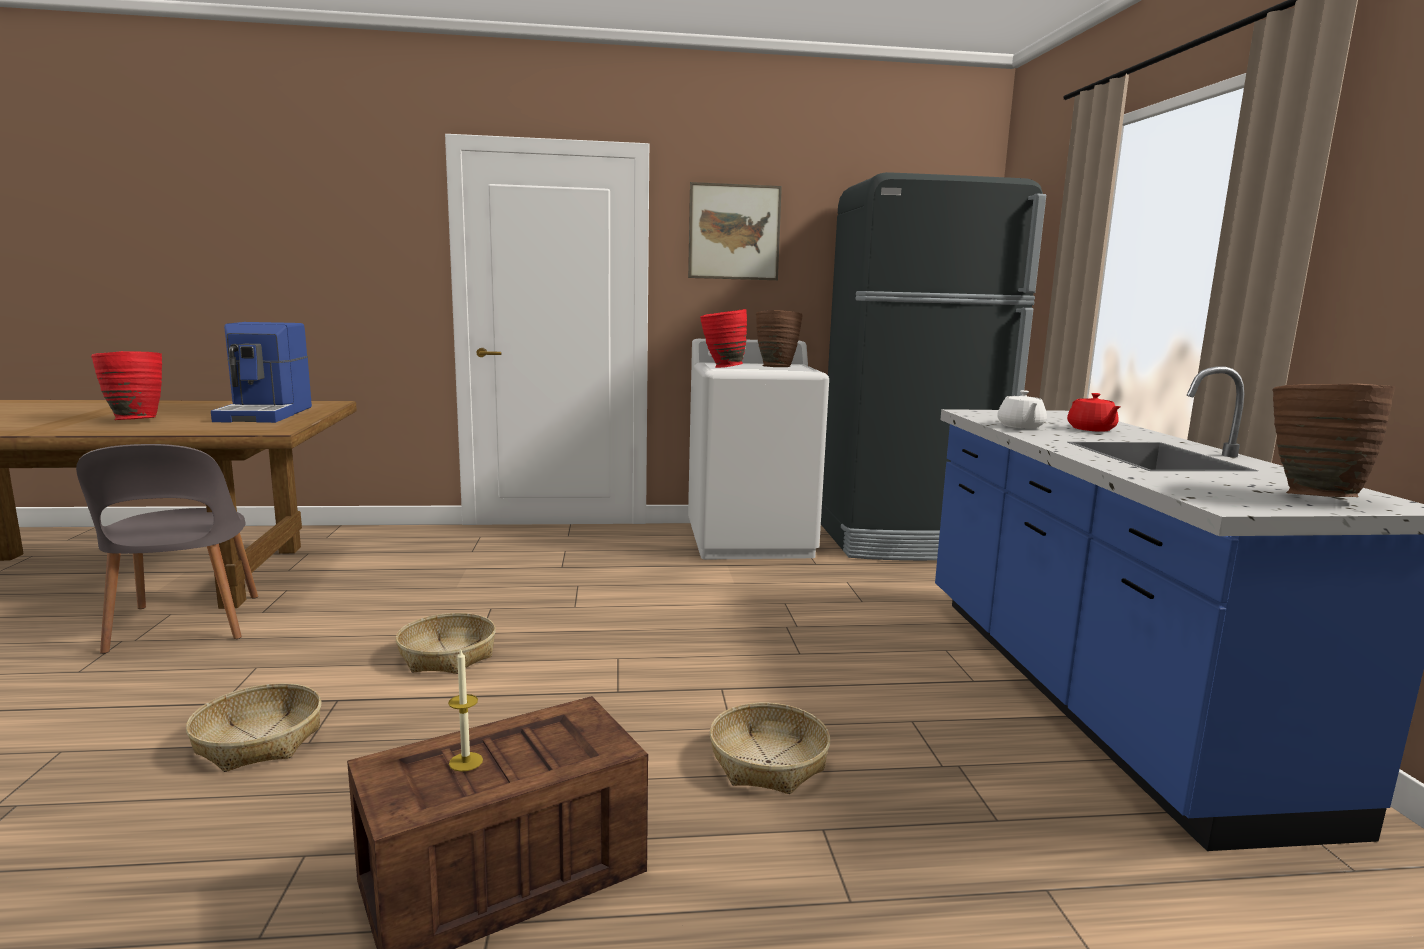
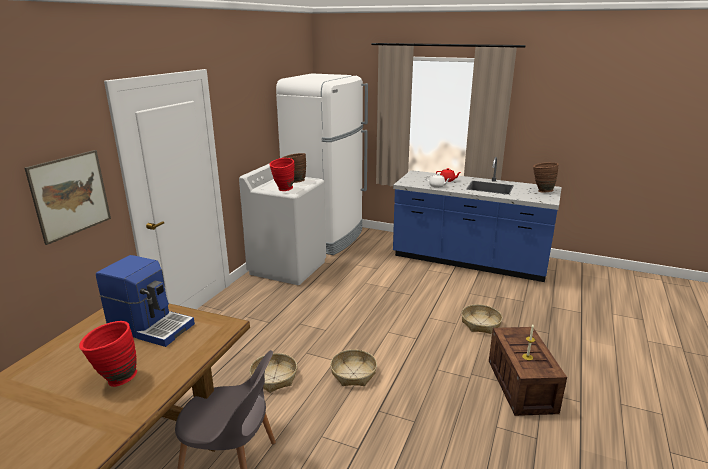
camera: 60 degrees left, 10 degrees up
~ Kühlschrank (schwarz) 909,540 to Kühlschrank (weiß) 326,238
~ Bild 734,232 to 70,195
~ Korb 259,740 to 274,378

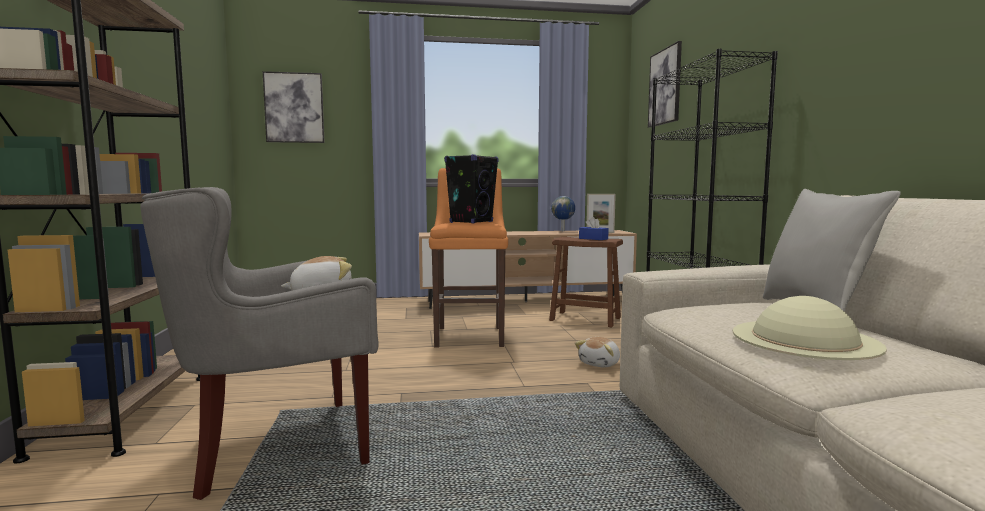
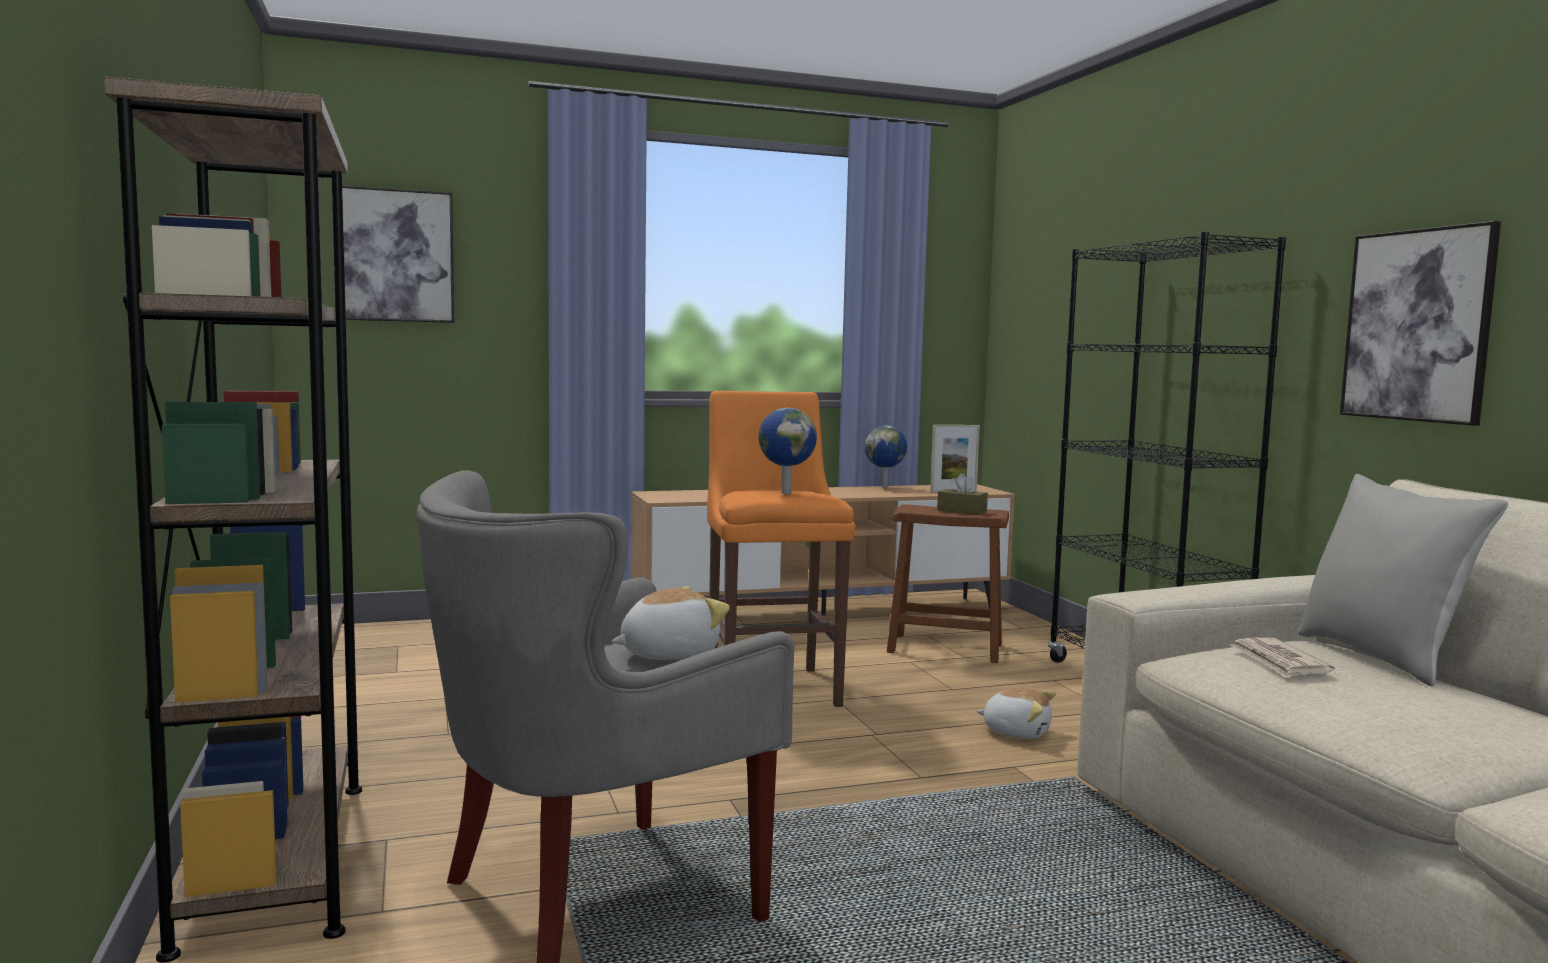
camera: 10 degrees left, 0 degrees up
~ Bild 665,87 to 1417,325
~ Lautsprecher (schwarz) 471,222 to Globus 785,493
~ Taschentuchbox (blau) 593,239 to Taschentuchbox (braun) 961,511
- Hut (beige) 804,339
~ Plüschtier 600,364 = 1016,732 90 degrees counterclockwise
+ Zeitung 1279,662

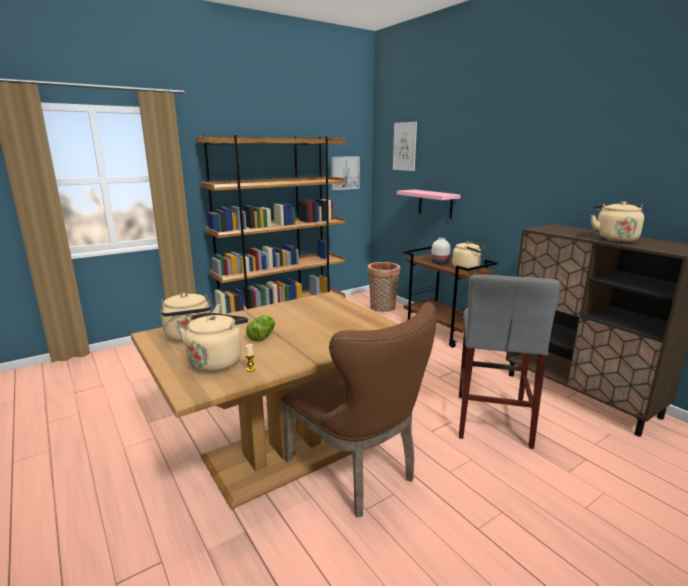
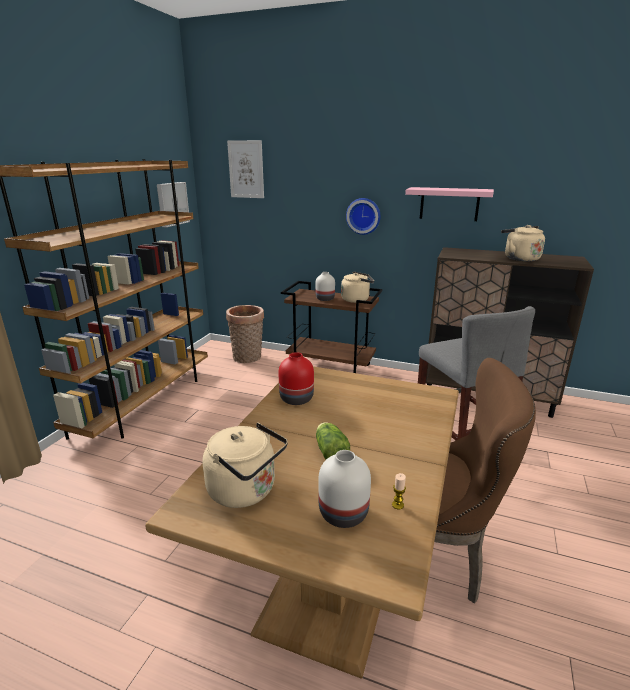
camera: 35 degrees left, 5 degrees up
~ Wandregal (rosa) 435,204 to 449,204
~ Wasserkessel (beige) 217,361 to Vase (weiß) 344,512
+ Wanduhr 363,216
+ Vase (rot) 296,398

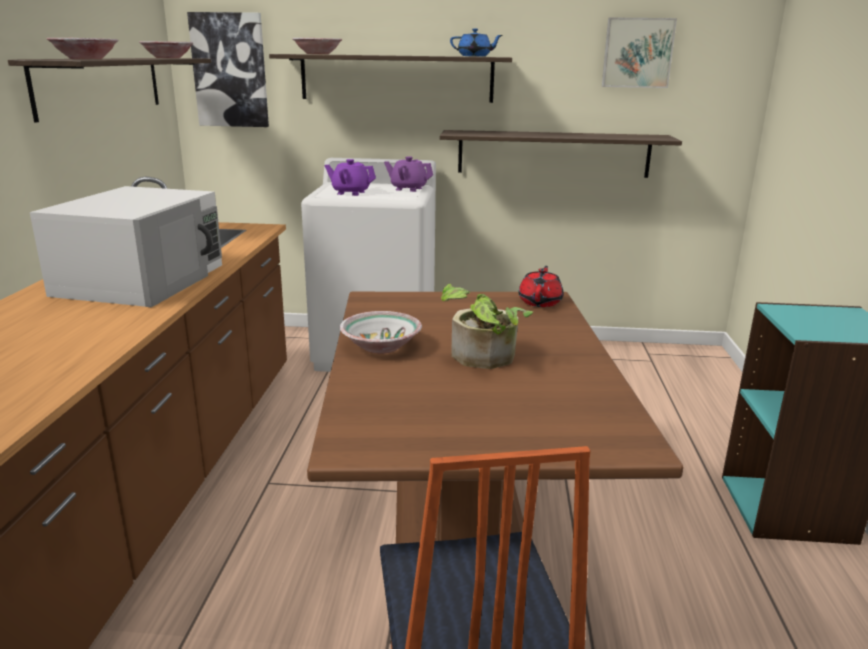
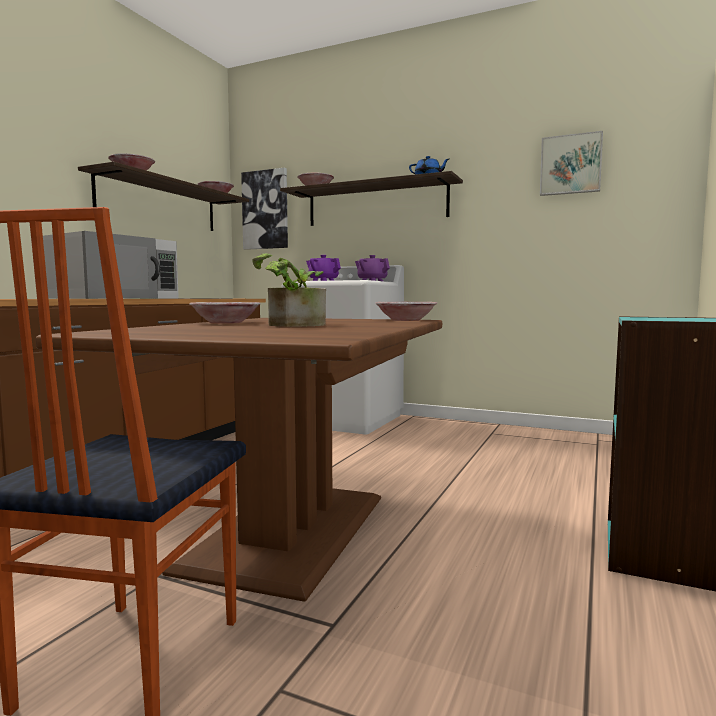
camera: 20 degrees right, 15 degrees down
- Wandregal 553,153
~ Teekanne (rot) 540,302 to Schüssel 405,320

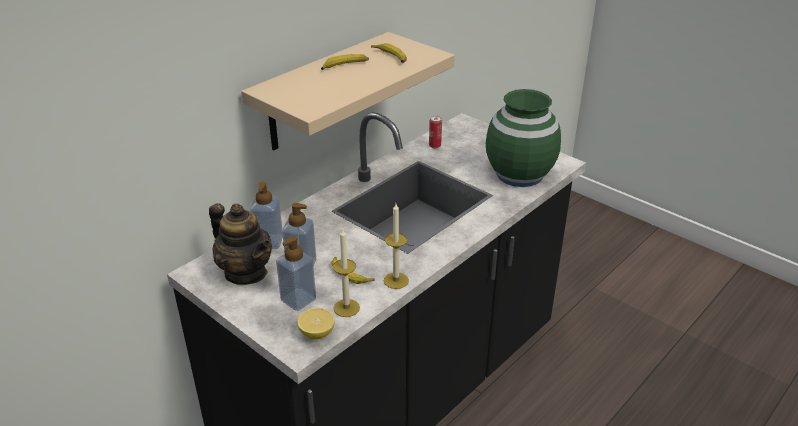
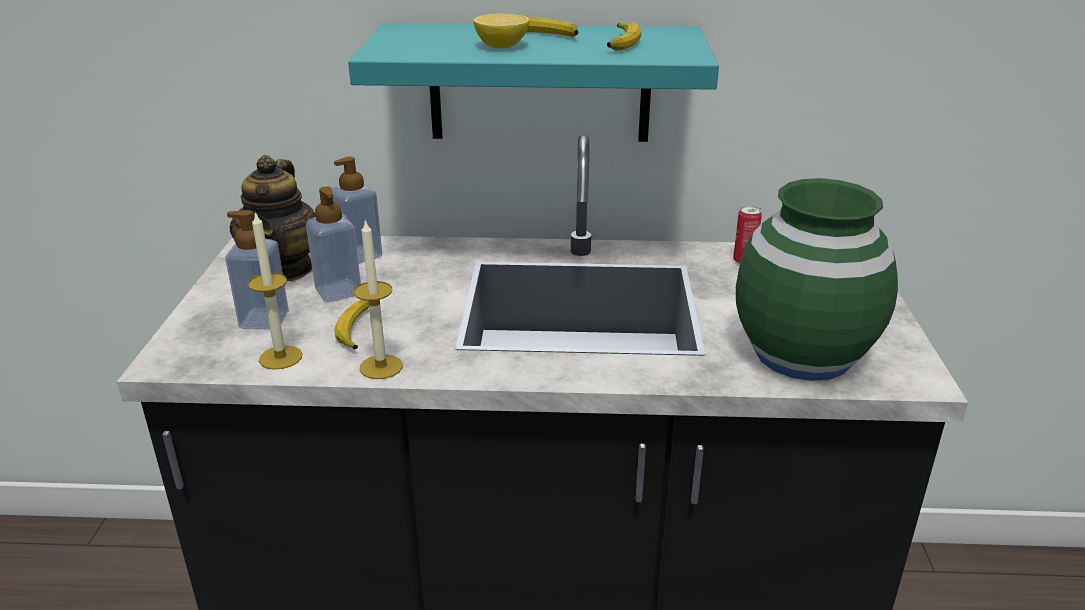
camera: 50 degrees right, 5 degrees down
~ Wandregal (beige) 322,92 to Wandregal (türkis) 539,83
~ Zitrone 317,333 to 501,46

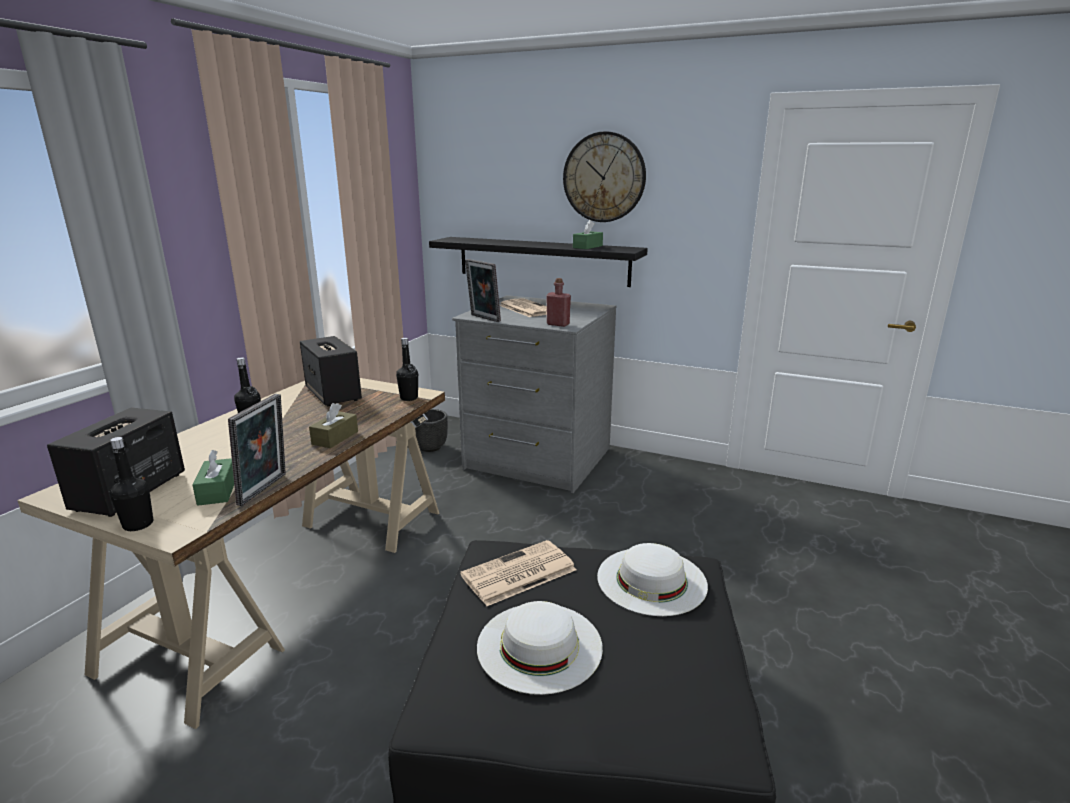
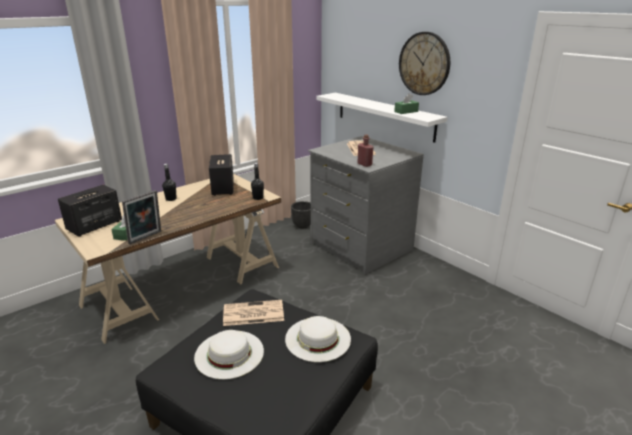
camera: 25 degrees right, 5 degrees up
~ Wandregal (schwarz) 542,261 to Wandregal (weiß) 384,116
- Bilderrahmen 483,318
- Taschentuchbox (braun) 335,438
- Flasche (schwarz) 138,524

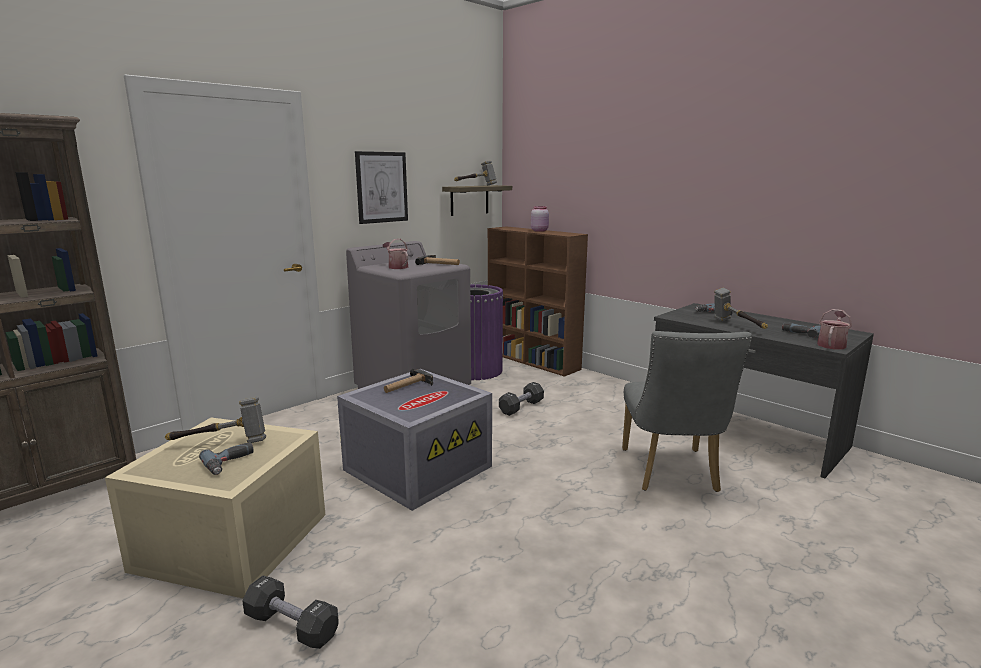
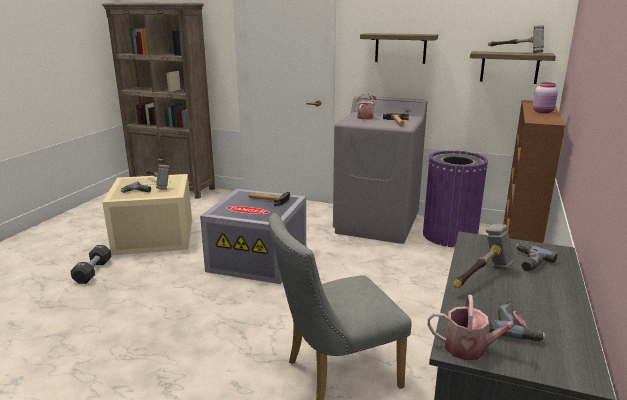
camera: 65 degrees right, 5 degrees up
~ Bild 381,187 to Wandregal 400,48
- Hantel (schwarz) 521,407

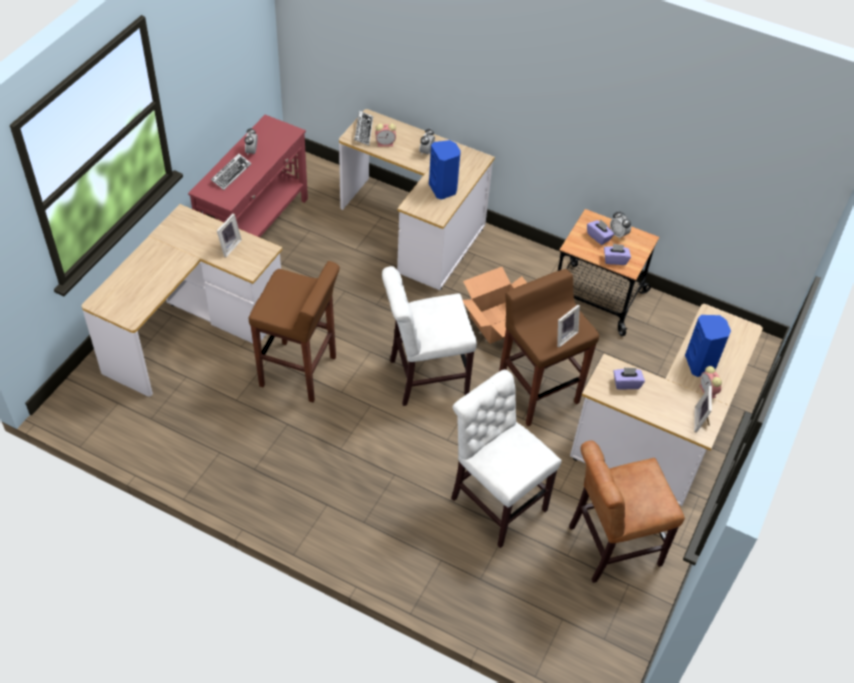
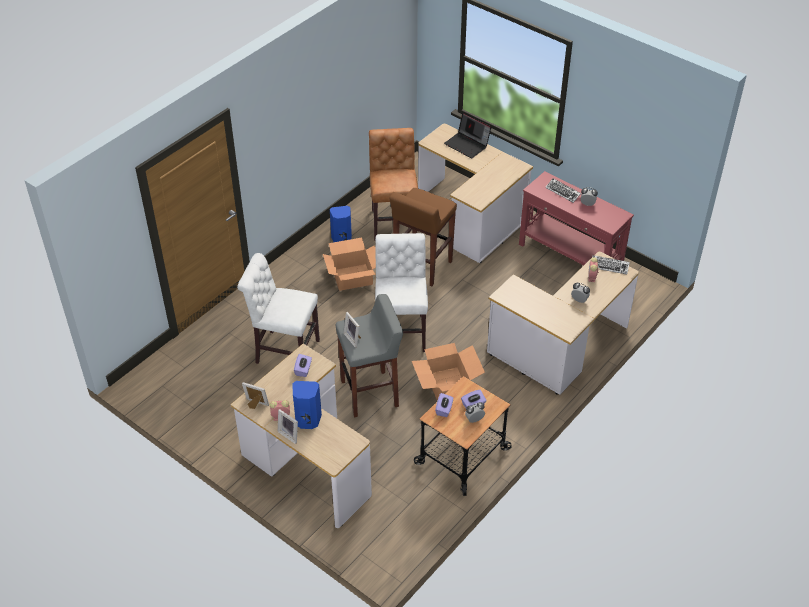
camera: 105 degrees right, 5 degrees down
~ Lautsprecher (blau) 443,189 to 342,240
~ Bilderrahmen 228,246 to 290,434
~ Hocker (braun) 537,393 to Hocker (grau) 370,394
~ Stuhl (weiß) 495,501 = 284,351 135 degrees counterclockwise
~ Stuhl (braun) 609,546 to 393,221
+ Laptop 467,145
+ Karton 352,277

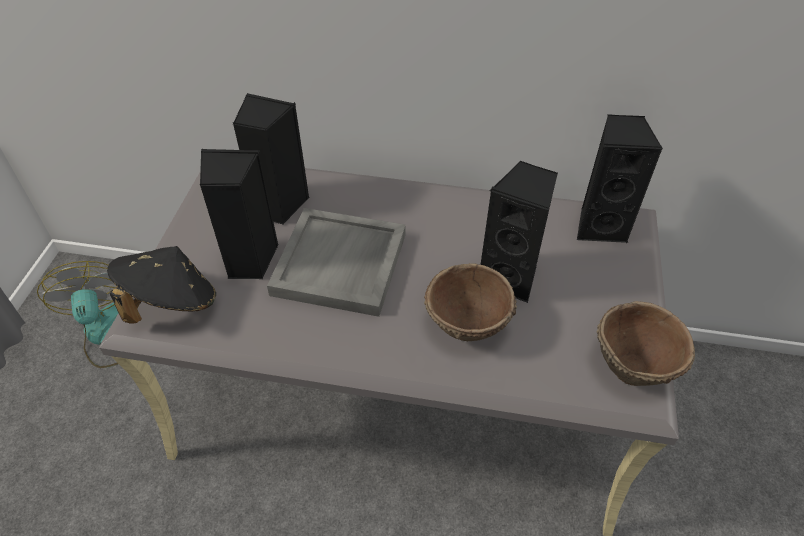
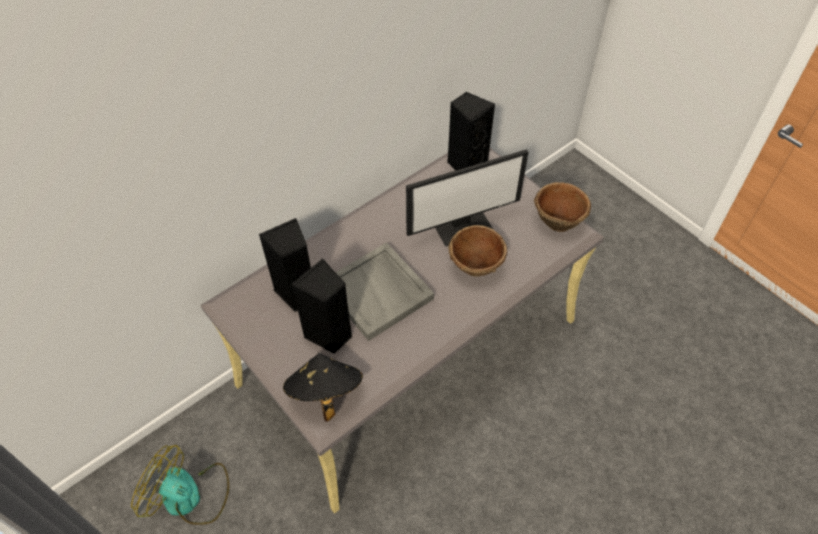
camera: 50 degrees left, 5 degrees up
~ Lautsprecher (schwarz) 511,278 to Monitor 463,226

